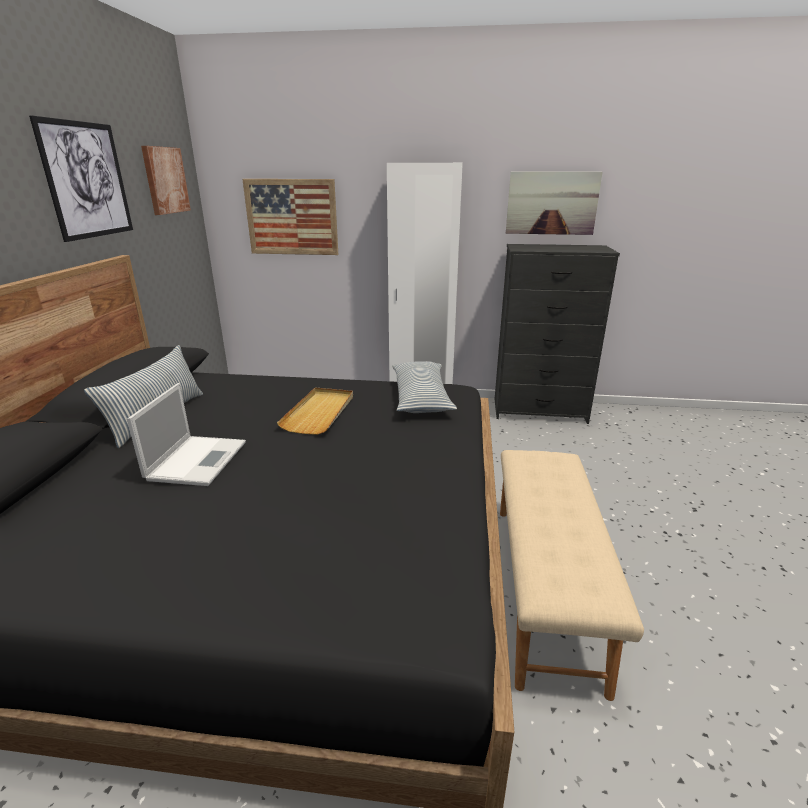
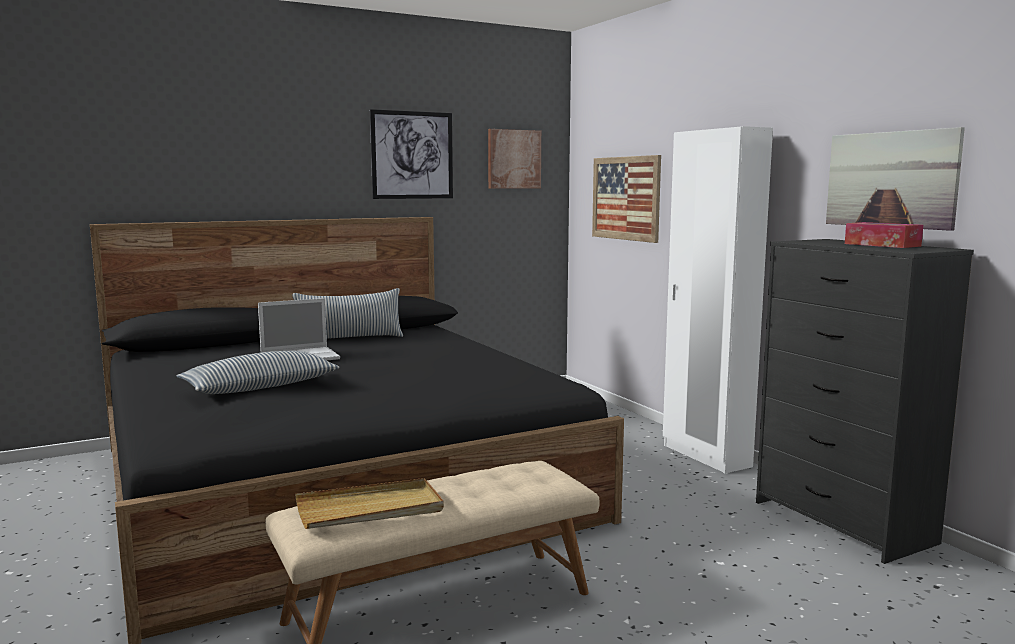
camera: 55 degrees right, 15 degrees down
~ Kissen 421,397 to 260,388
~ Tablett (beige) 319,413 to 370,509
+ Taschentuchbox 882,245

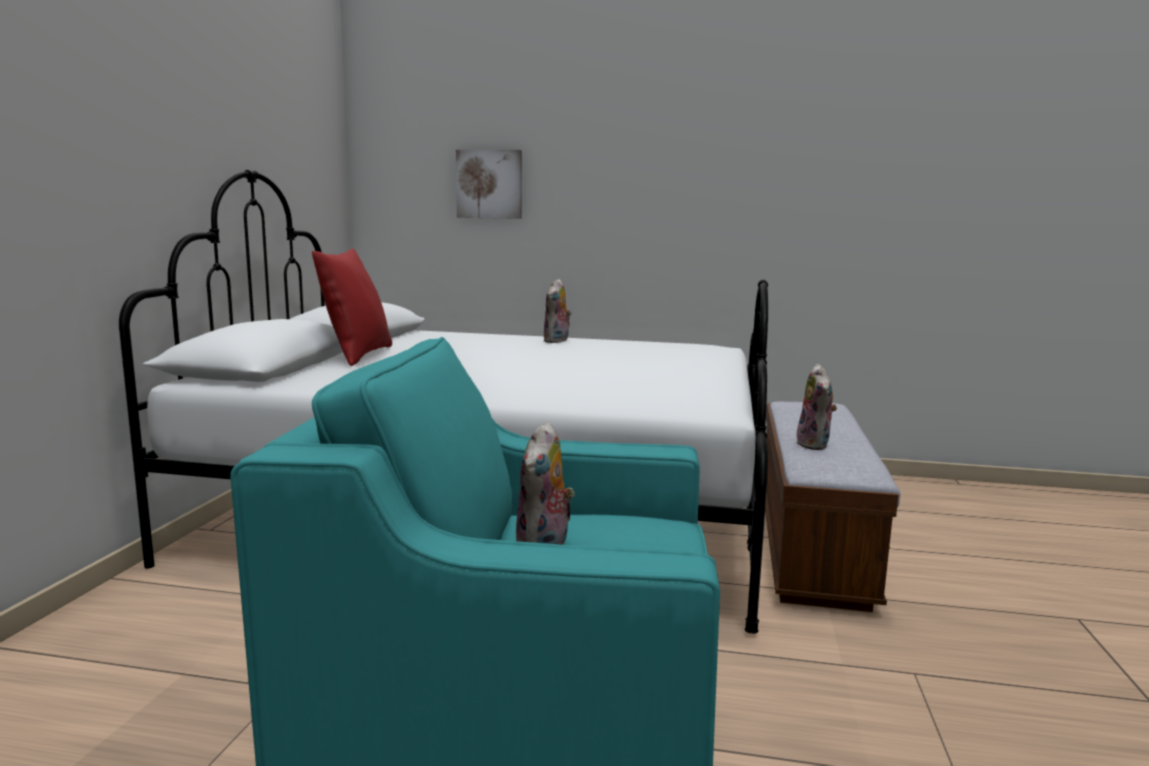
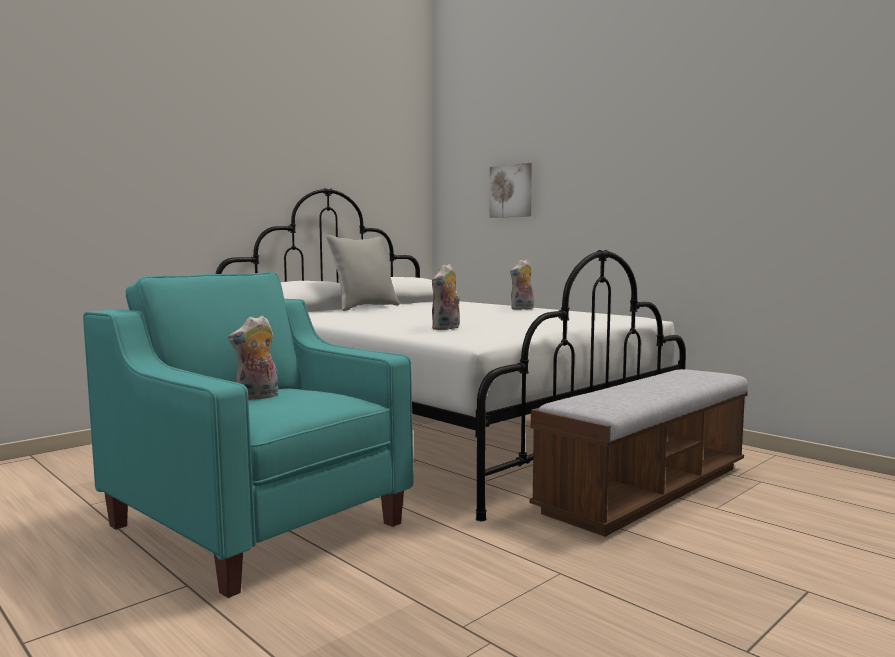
camera: 35 degrees right, 5 degrees down
~ Kissen (rot) 356,355 to Kissen (grau) 364,307
~ Plüschtier 815,445 to 446,328

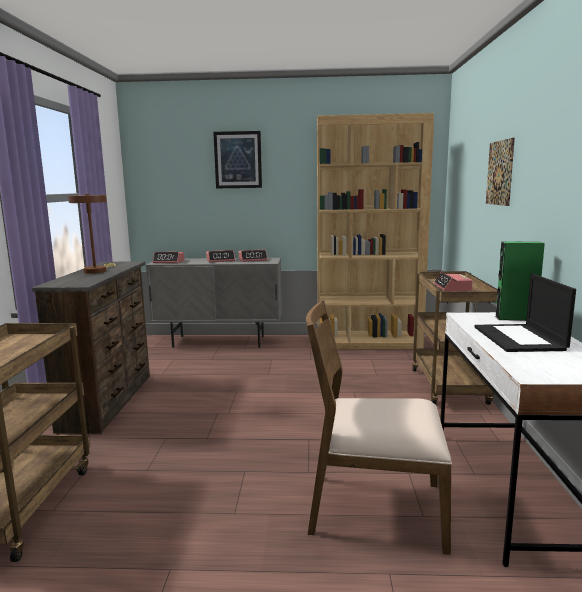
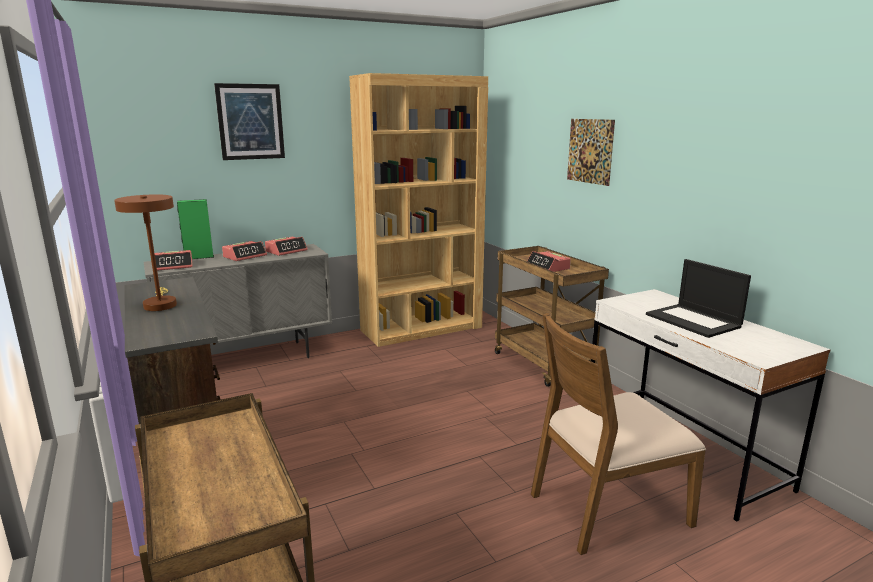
camera: 30 degrees left, 5 degrees up
~ Lautsprecher (grün) 515,318 to 199,257

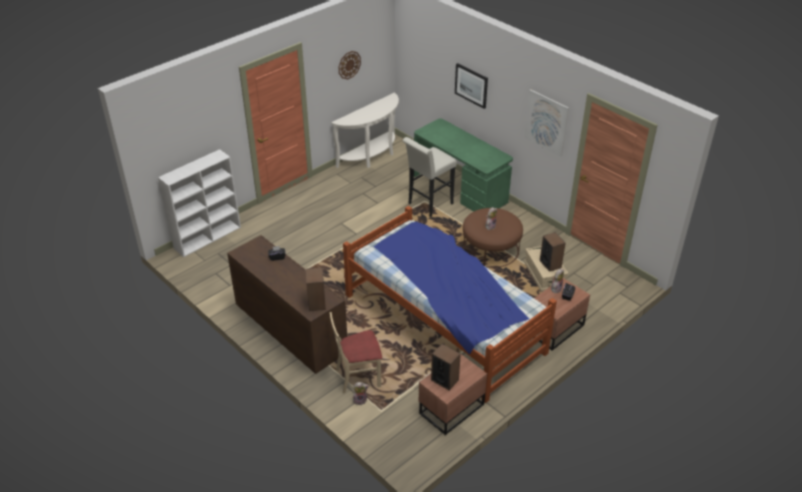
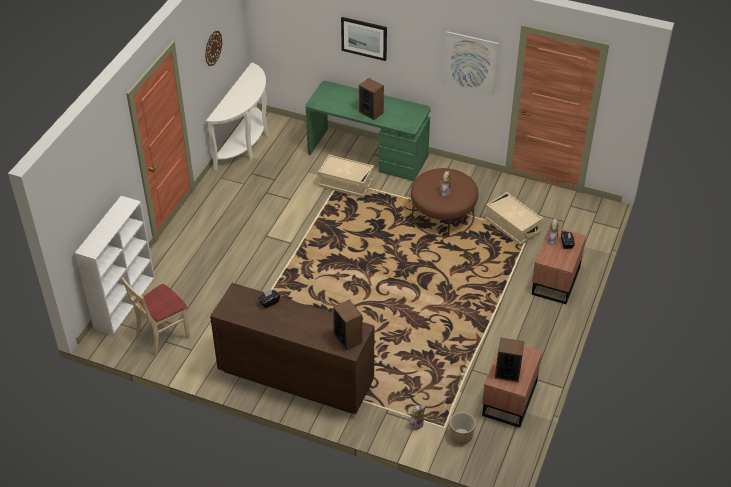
camera: 25 degrees left, 5 degrees up
~ Hocker (weiß) 428,205 to Aufbewahrungsbox (beige) 346,184
- Bett 444,322
~ Lautsprecher 550,264 to 371,112
~ Stuhl (beige) 358,377 to 162,336
+ Pflanzkübel 461,436

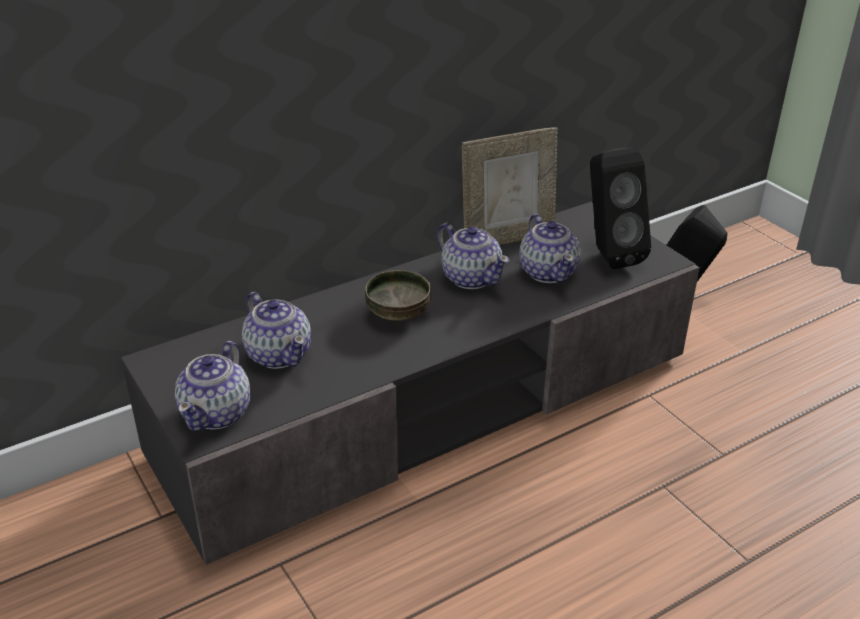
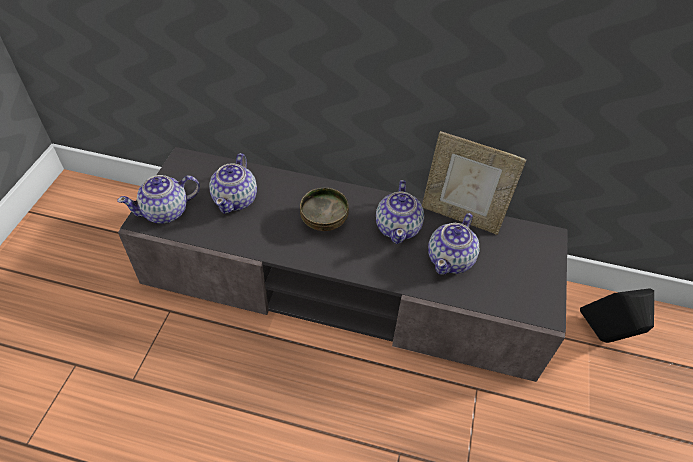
camera: 45 degrees right, 15 degrees up
- Lautsprecher (schwarz) 608,254

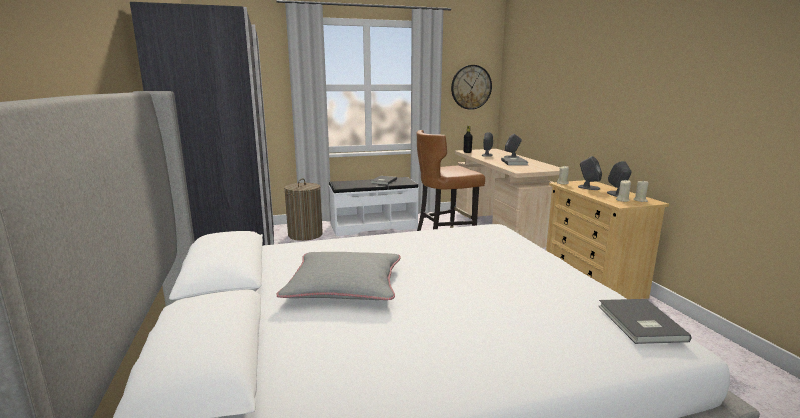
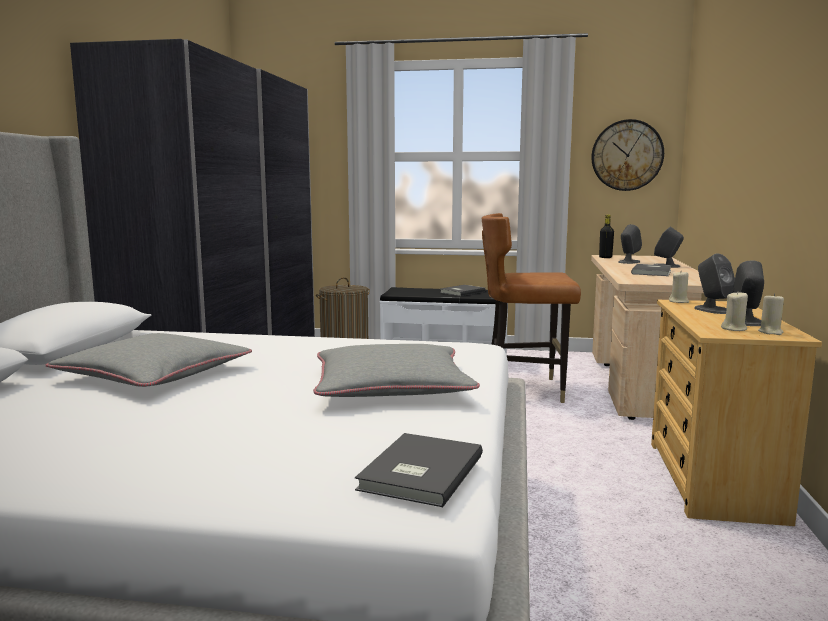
camera: 25 degrees right, 5 degrees down
+ Kissen (grau) 391,386

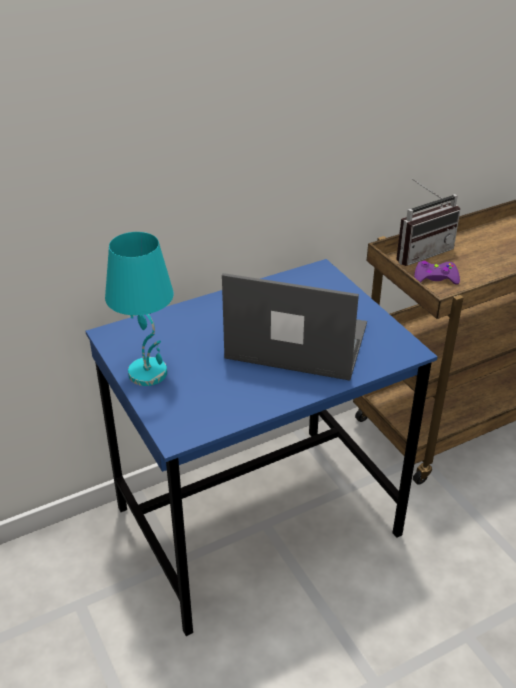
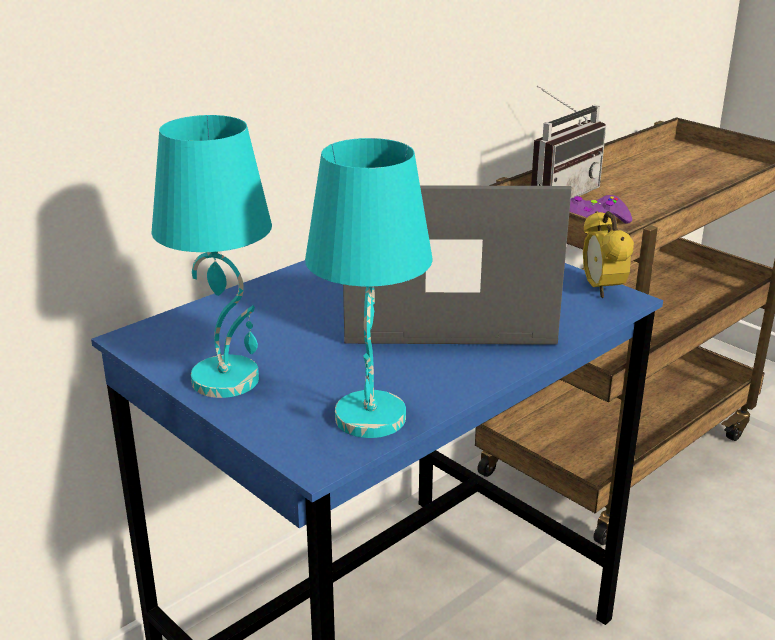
camera: 15 degrees left, 10 degrees down
+ Tischlampe (türkis) 371,419
+ Wecker 602,290

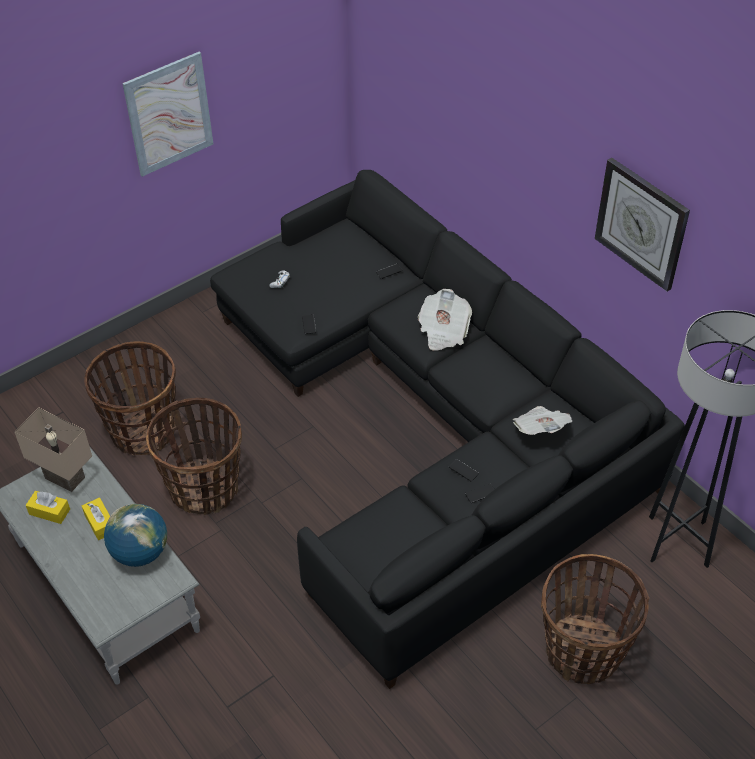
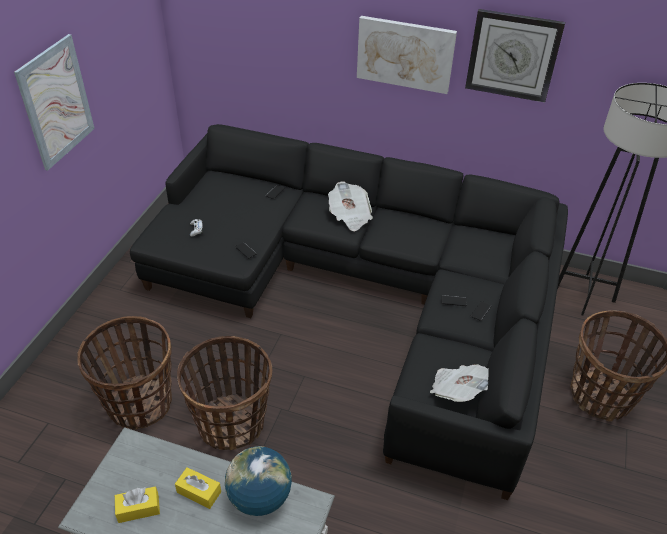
camera: 35 degrees left, 5 degrees down
~ Zeitung 540,430 to 457,390
- Tischlampe (beige) 66,476
+ Bild 405,54

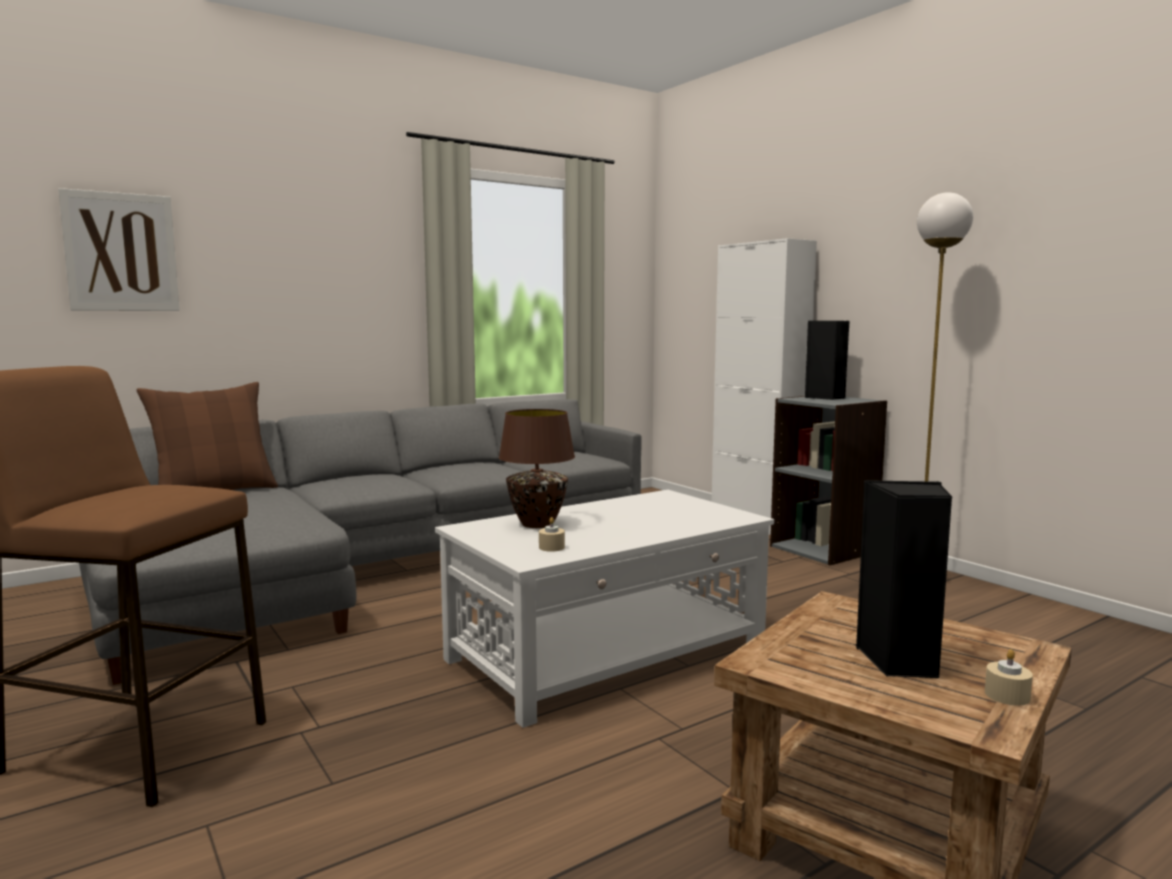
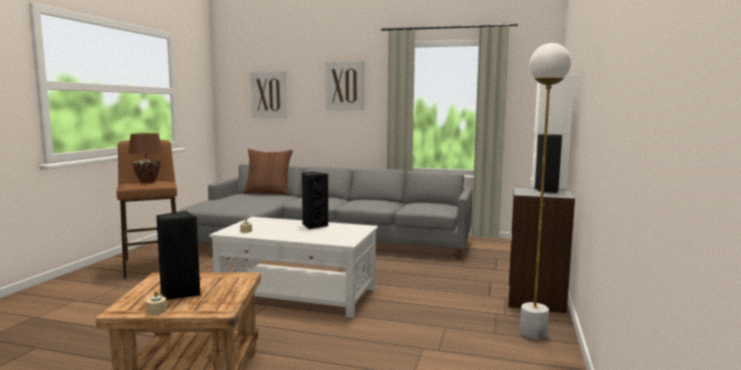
camera: 50 degrees right, 0 degrees up
~ Tischlampe (braun) 537,524 to 147,181
+ Bild 344,85
+ Lautsprecher (schwarz) 314,225

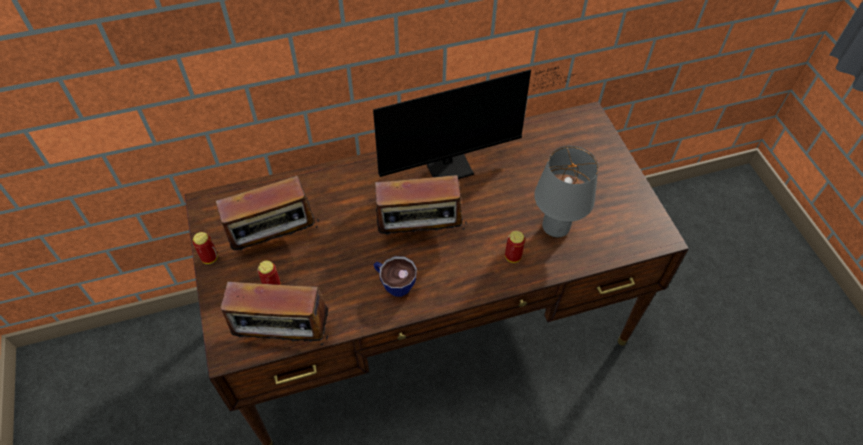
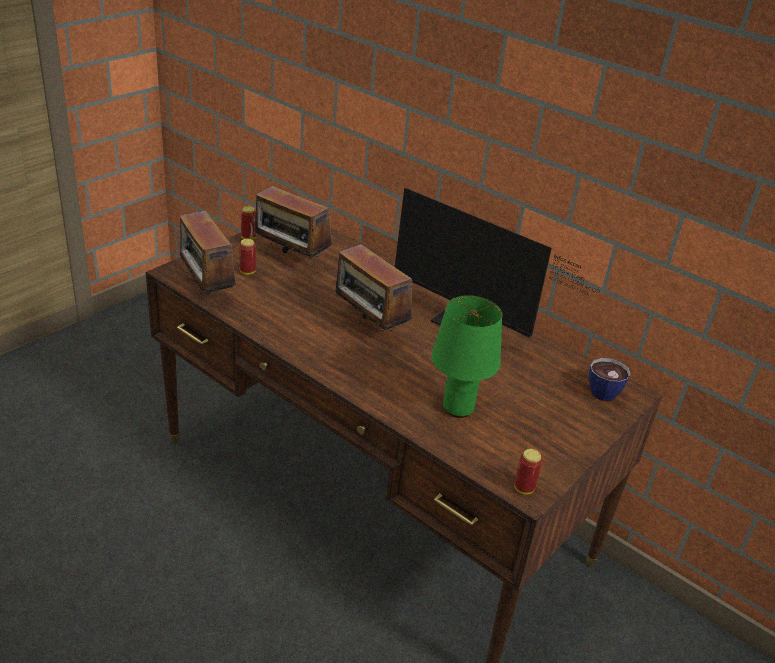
camera: 55 degrees right, 20 degrees down
~ Tischlampe (grau) 556,228 to Tischlampe (grün) 458,409
~ Dose 512,256 to 524,488
~ Tasse 394,283 to 602,389

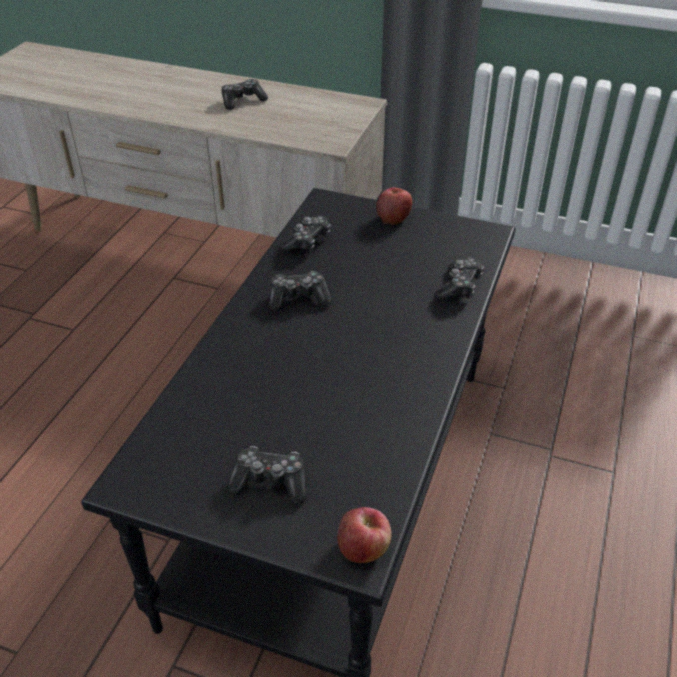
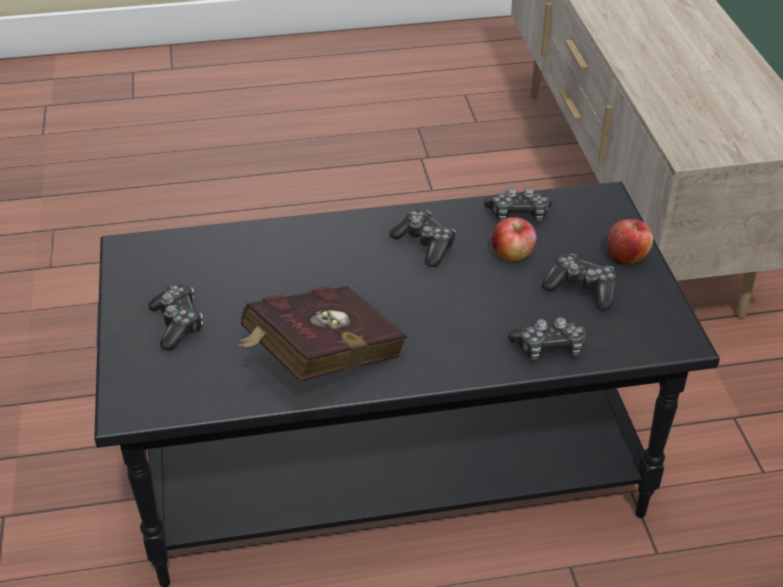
camera: 60 degrees right, 0 degrees up
~ Gamepad 242,101 to 581,289
~ Apfel 363,548 to 512,254
+ Buch (rot) 319,361

